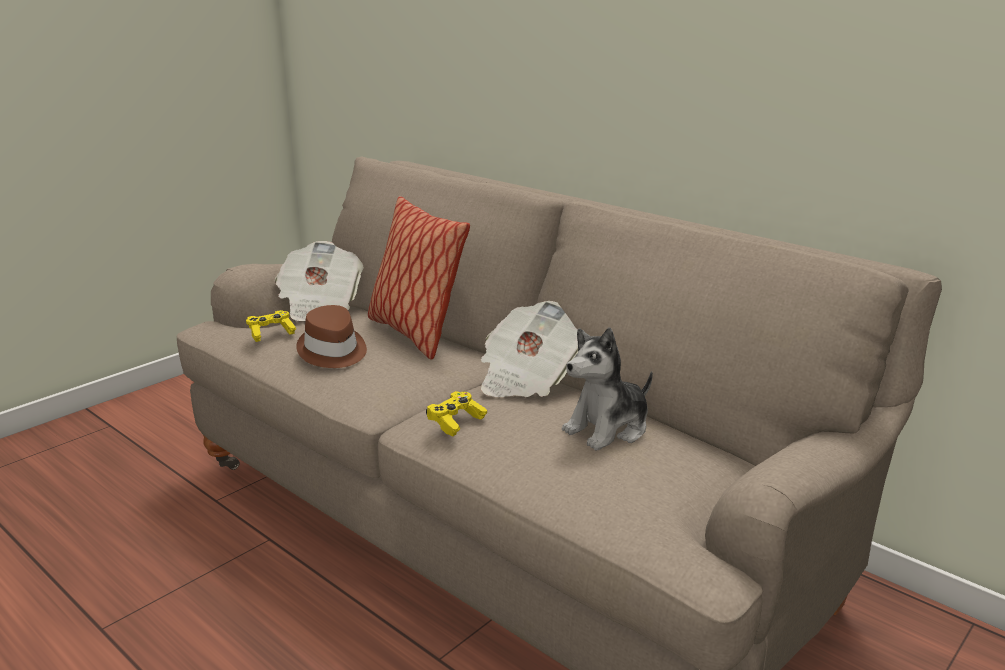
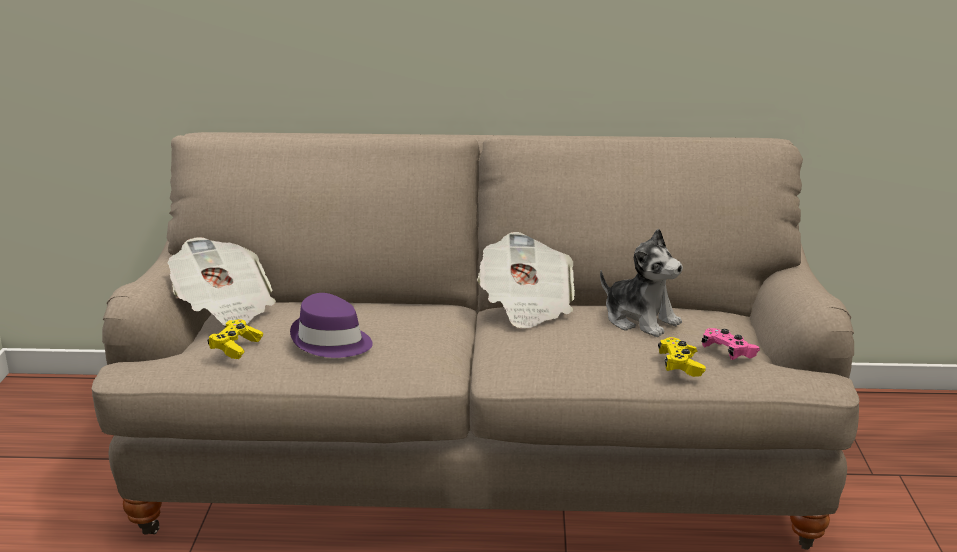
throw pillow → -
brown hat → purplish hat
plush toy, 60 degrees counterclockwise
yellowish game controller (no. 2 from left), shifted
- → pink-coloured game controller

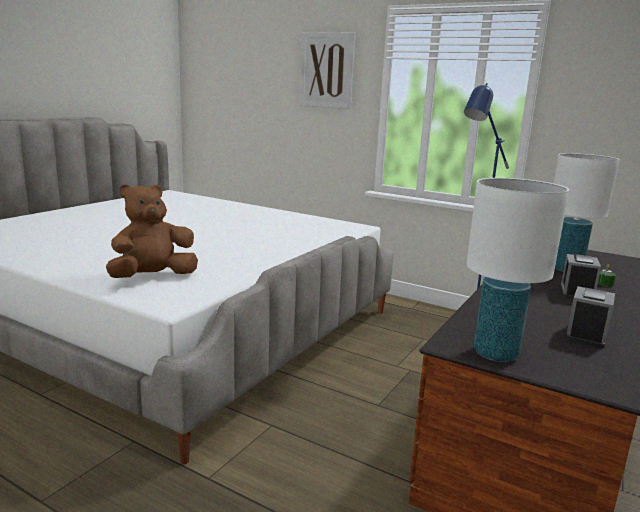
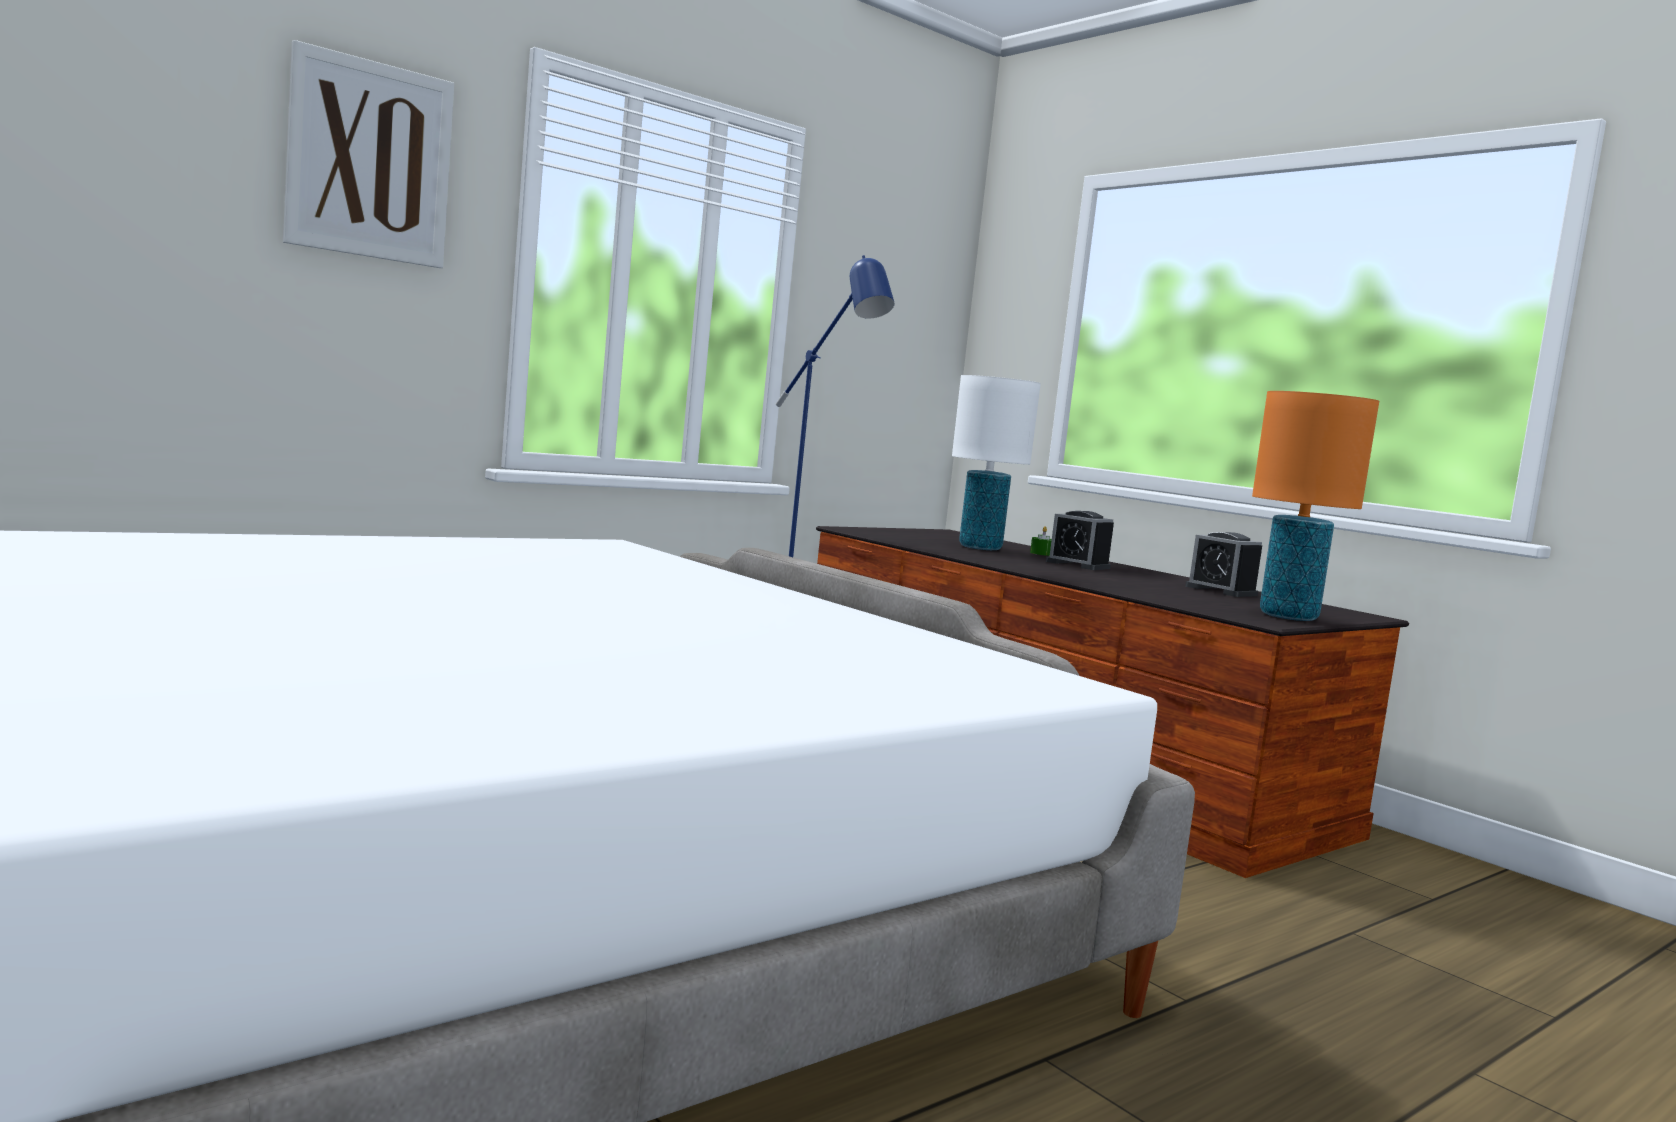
whitish lamp for a table (no. 1 from left) → orange lamp for a table
brown plush toy → -

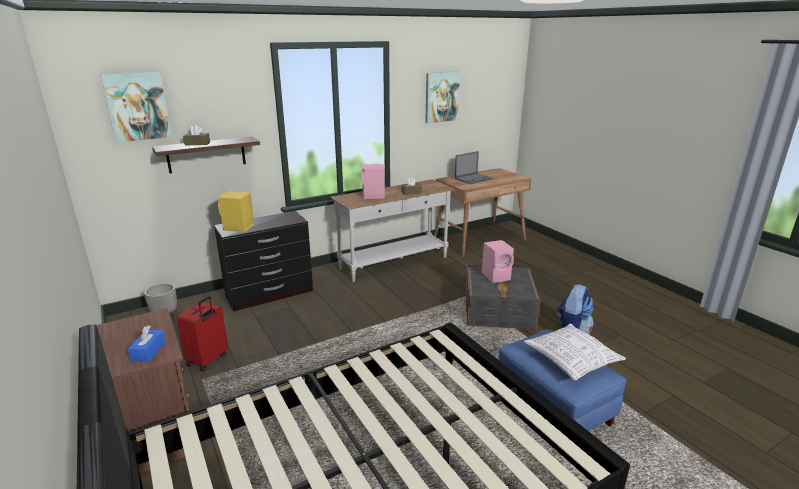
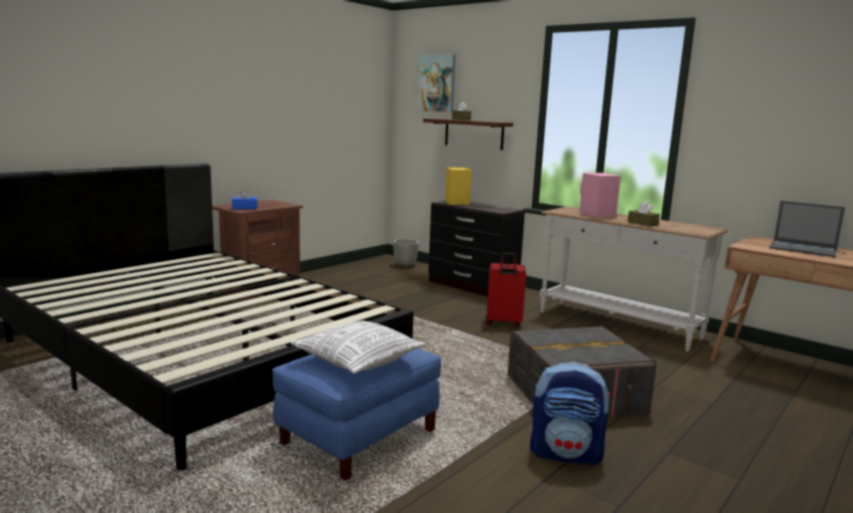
picture (no. 2 from left) → -
pink-coloured loudspeaker (no. 2 from left) → -
reddish travel case, shifted

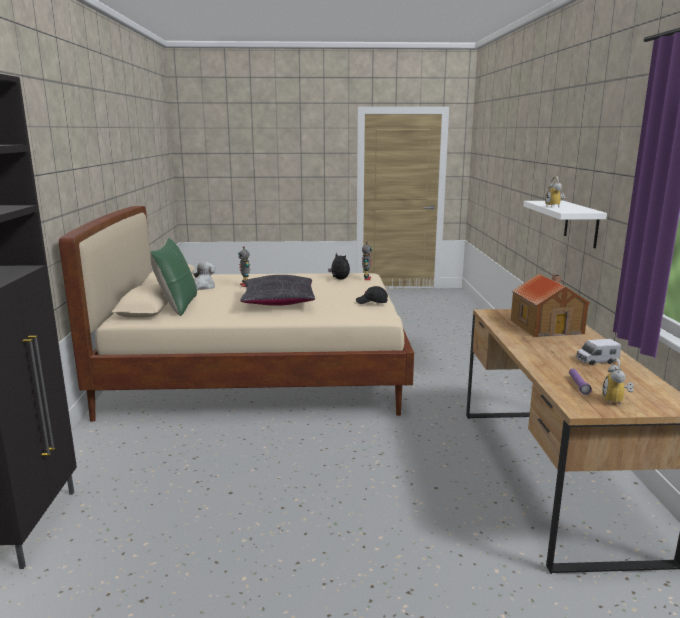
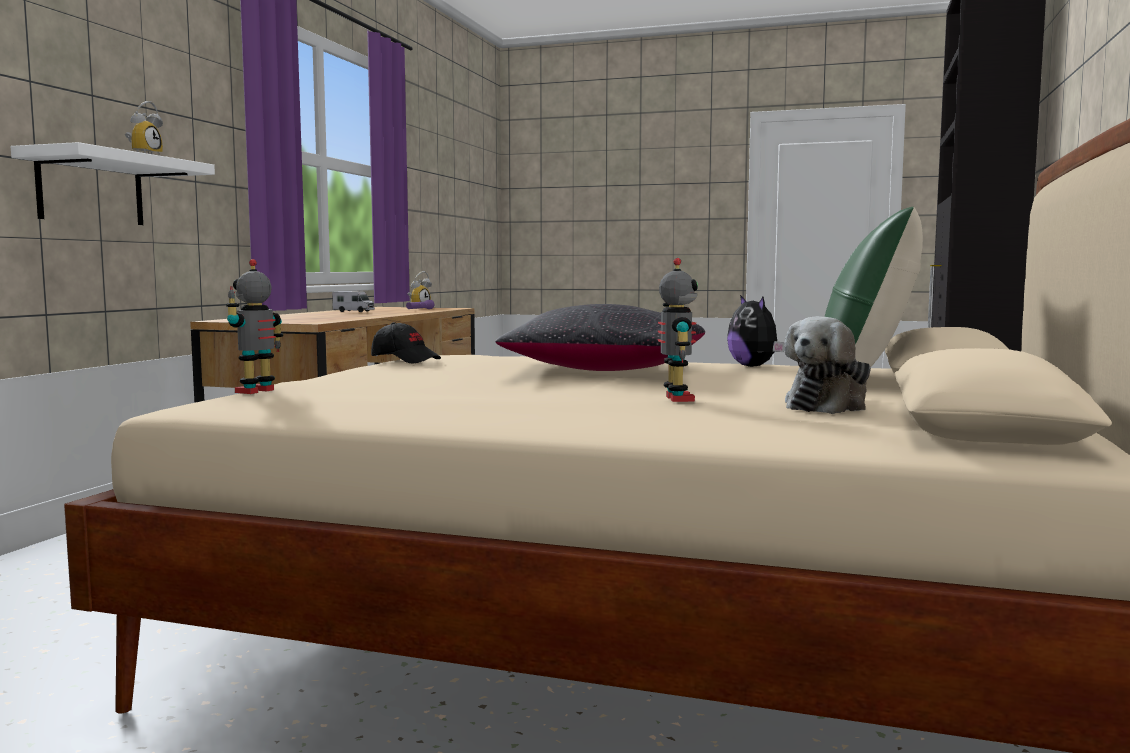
plush toy (no. 2 from left in the first image) → plush toy (no. 1 from left), shifted
toy house → -

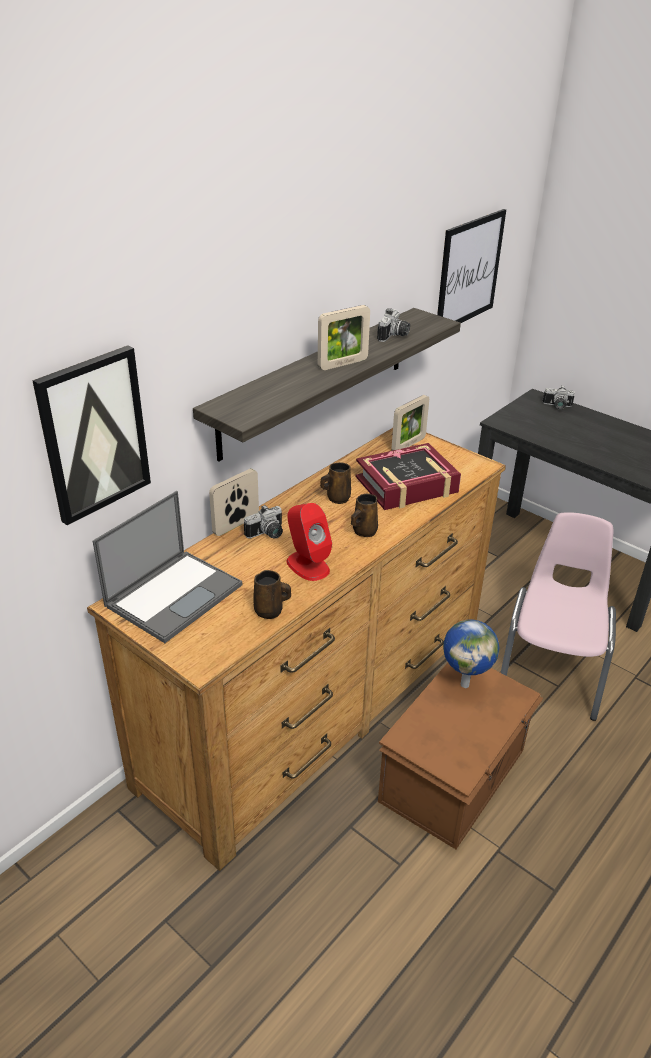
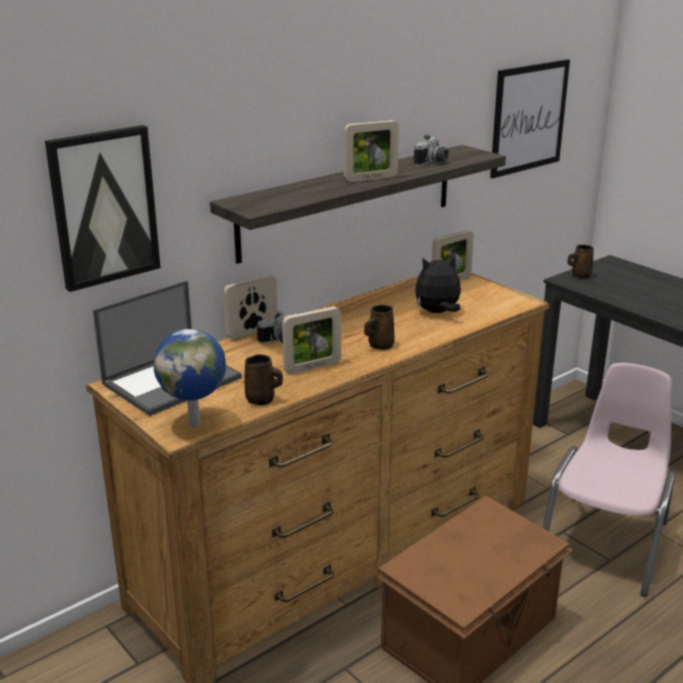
still camera (no. 3 from left) → -
book → plush toy
brown coffee mug (no. 2 from left in the first image) → brown coffee mug (no. 3 from left), shifted
reddish loudspeaker → photo frame (no. 2 from left)
desk globe, shifted

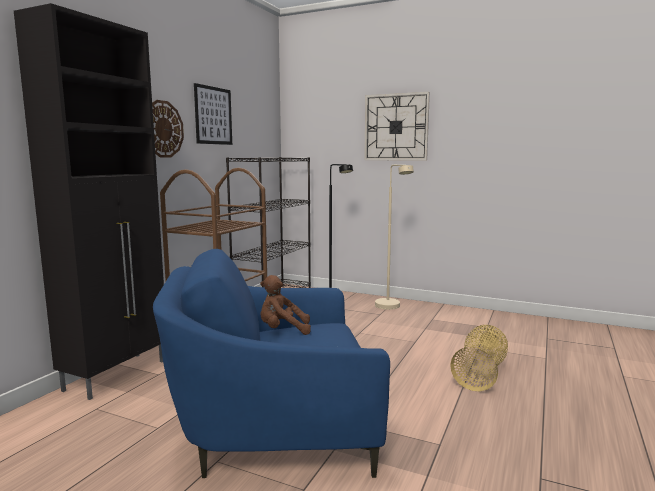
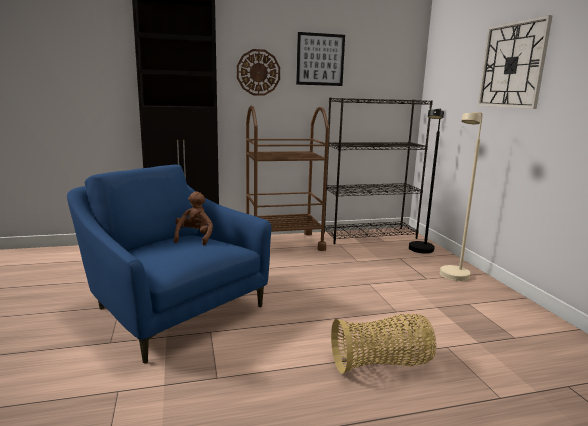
brown plush toy, 45 degrees clockwise

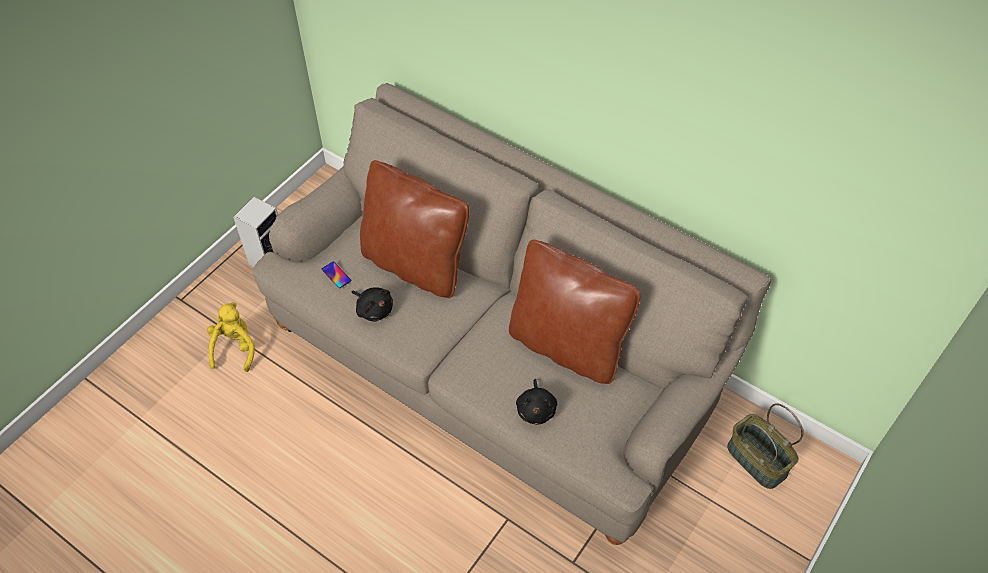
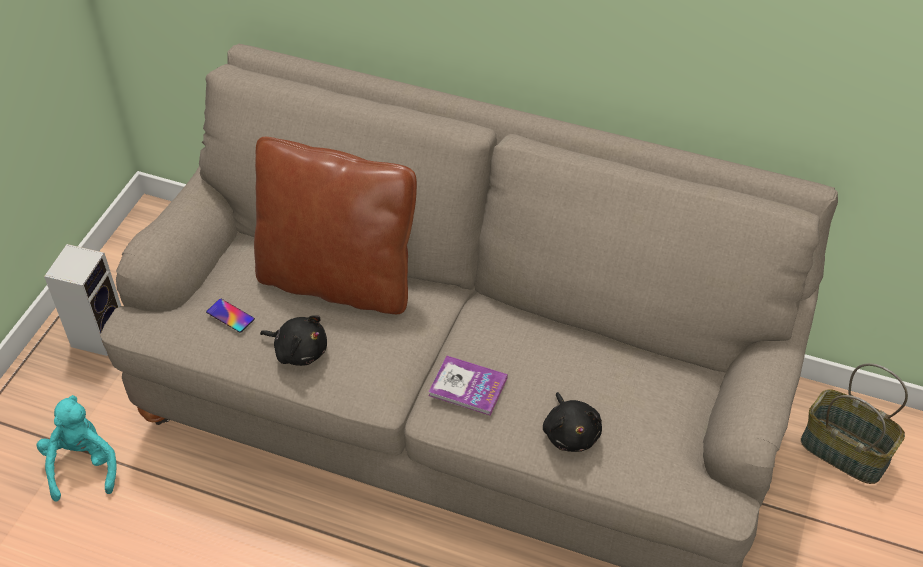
brown throw pillow (no. 2 from left) → -
yellowish plush toy → blue-green plush toy
- → book

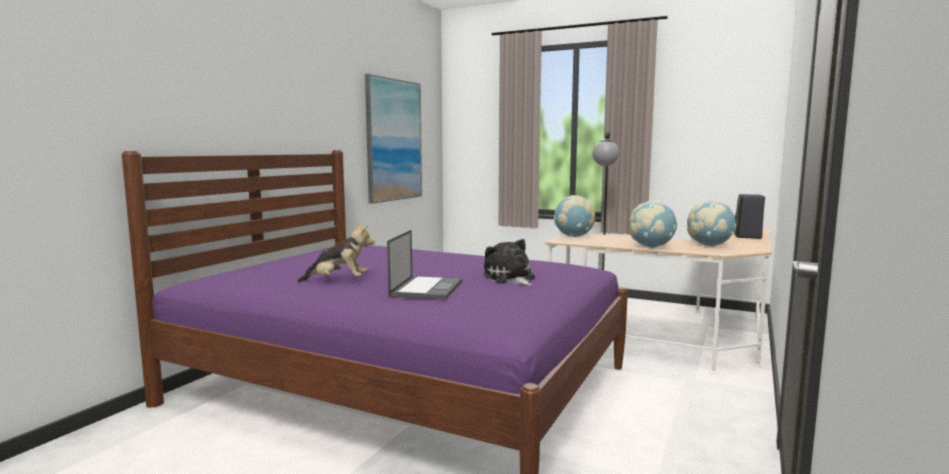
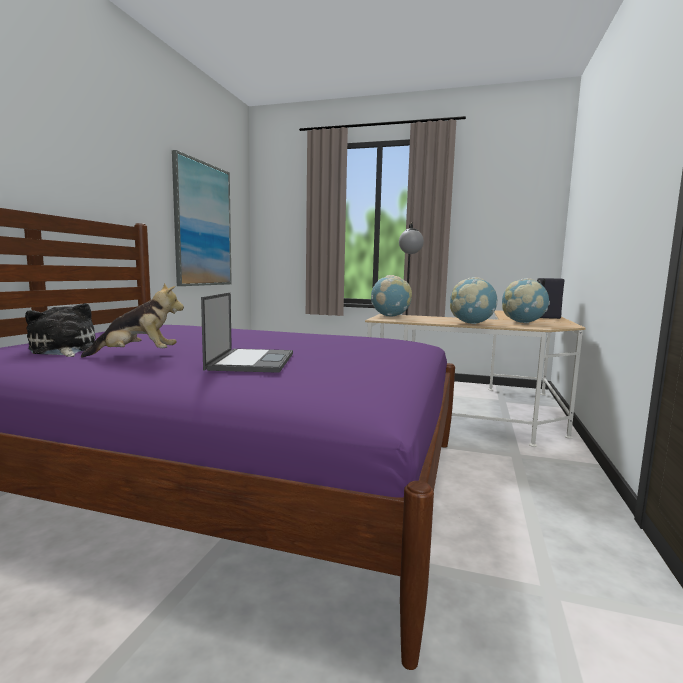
plush toy (no. 2 from left in the first image) → plush toy (no. 1 from left), shifted

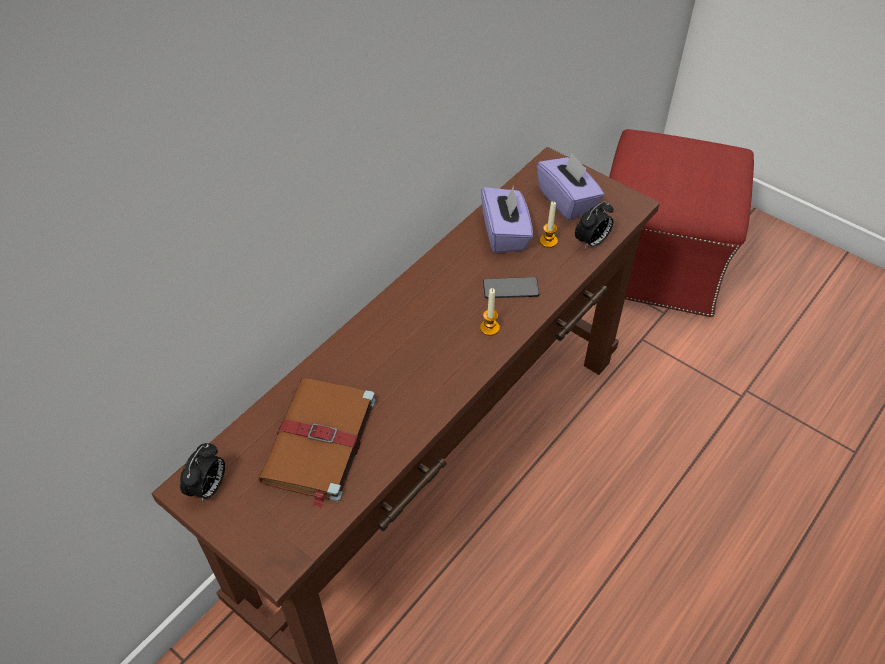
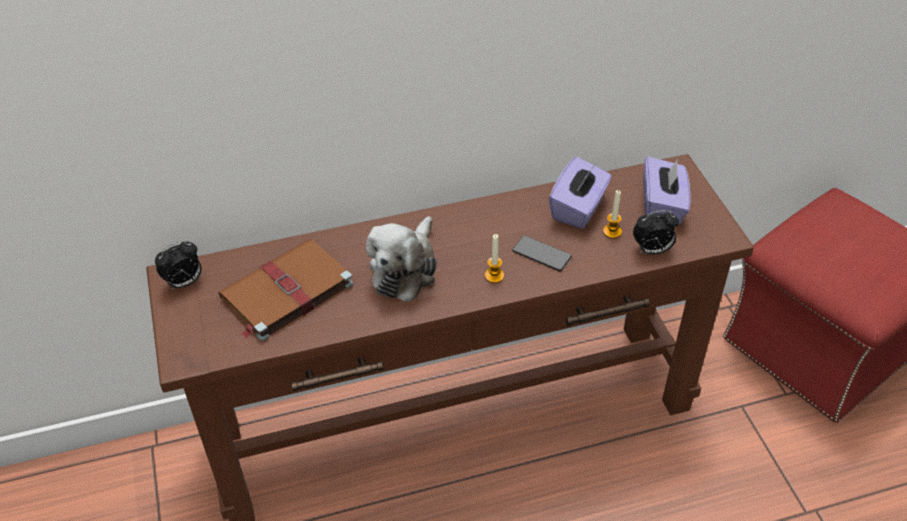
- → plush toy

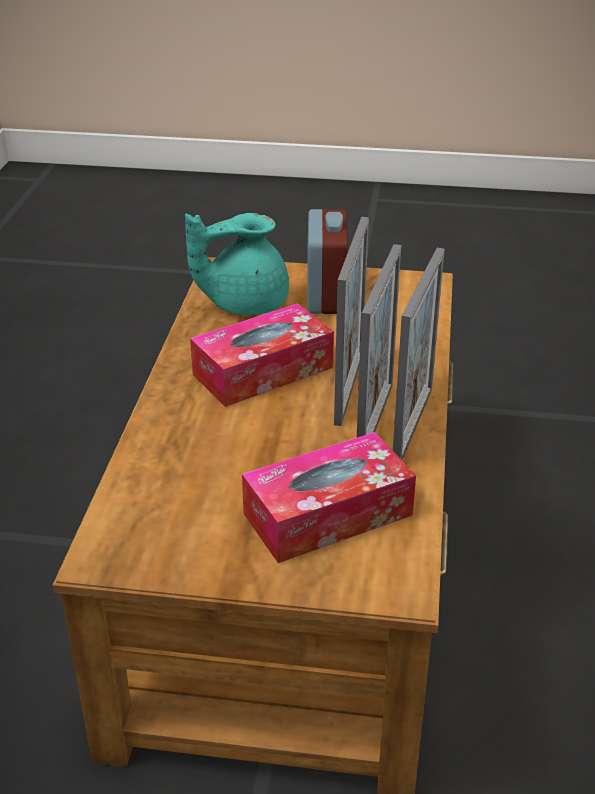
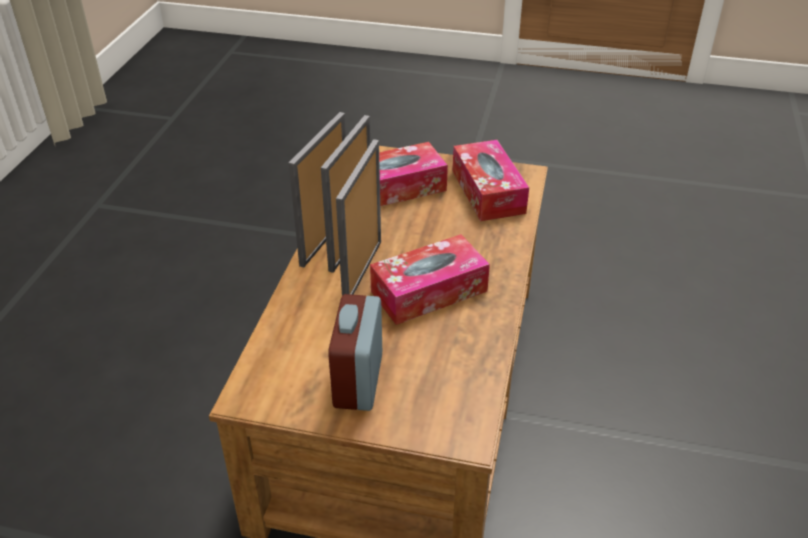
blue-green teapot → -
- → box of tissues (no. 3 from left)

